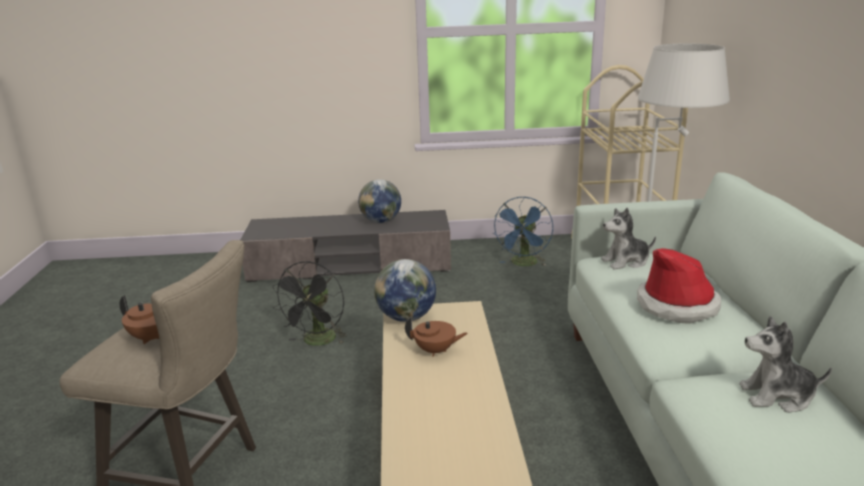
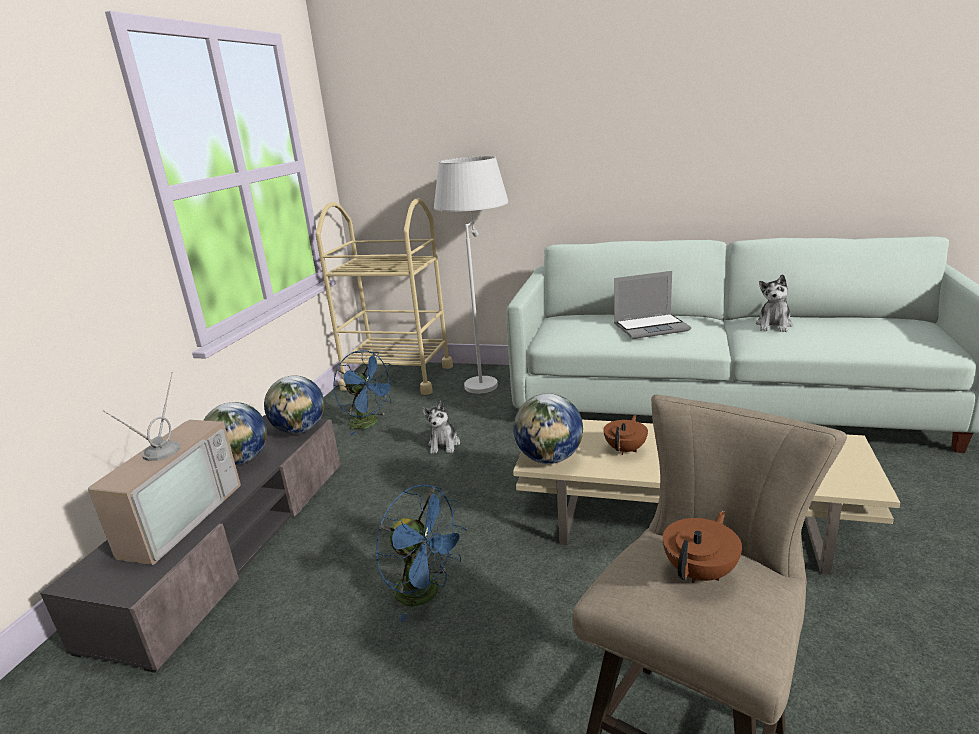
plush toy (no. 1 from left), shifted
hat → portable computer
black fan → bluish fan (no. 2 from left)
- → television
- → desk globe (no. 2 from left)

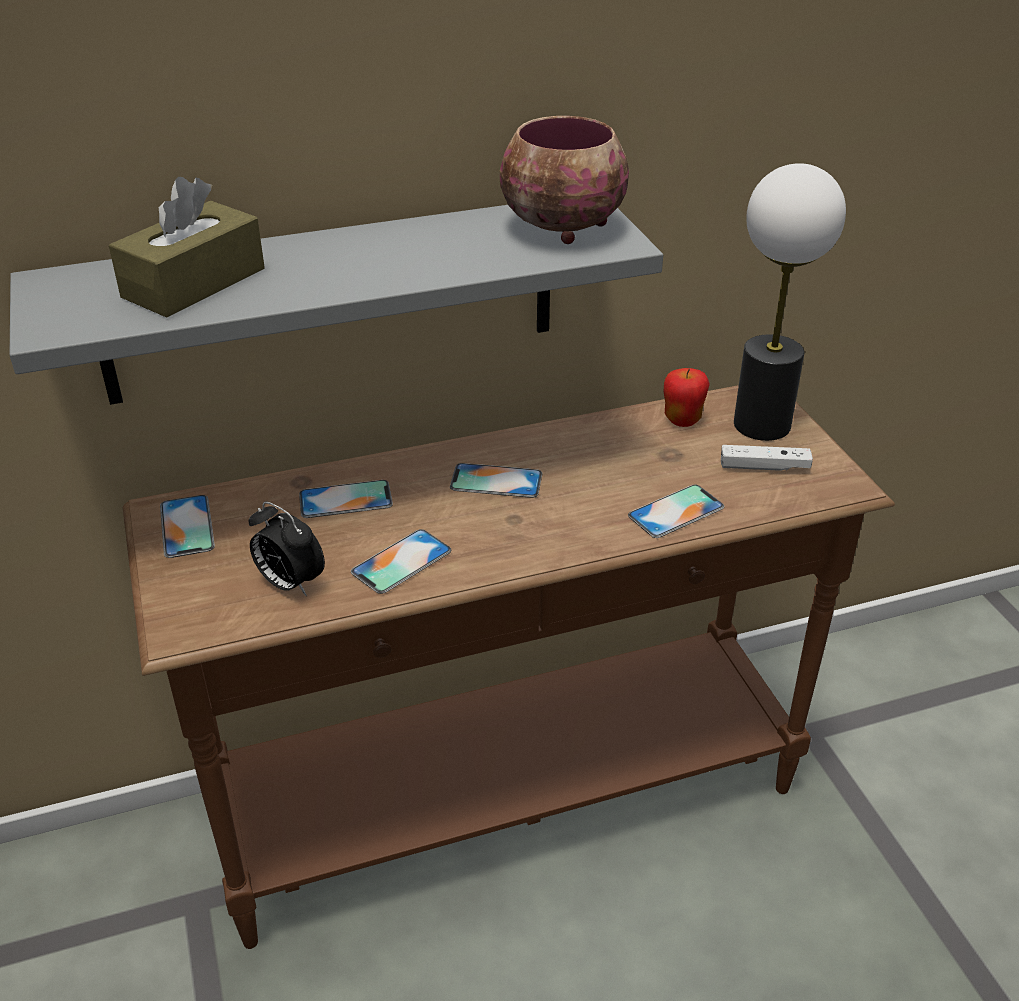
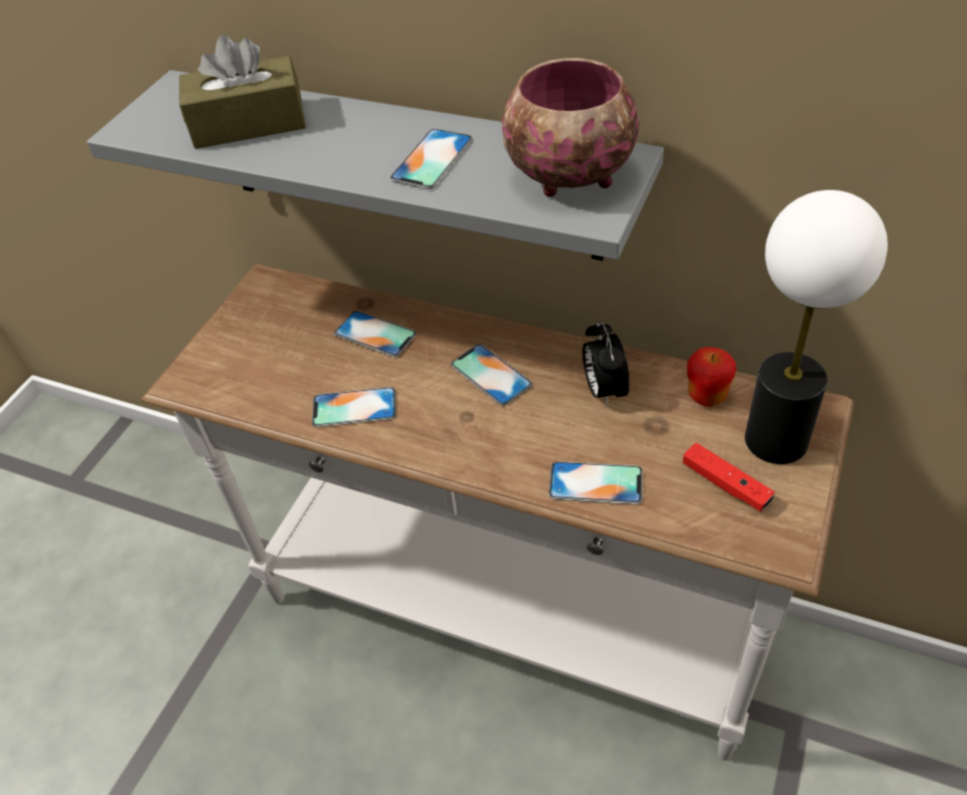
brown narrow table → whitish narrow table
whitish game controller → reddish game controller
handset (no. 1 from left in the first image) → handset (no. 3 from left), shifted
bedside clock, shifted

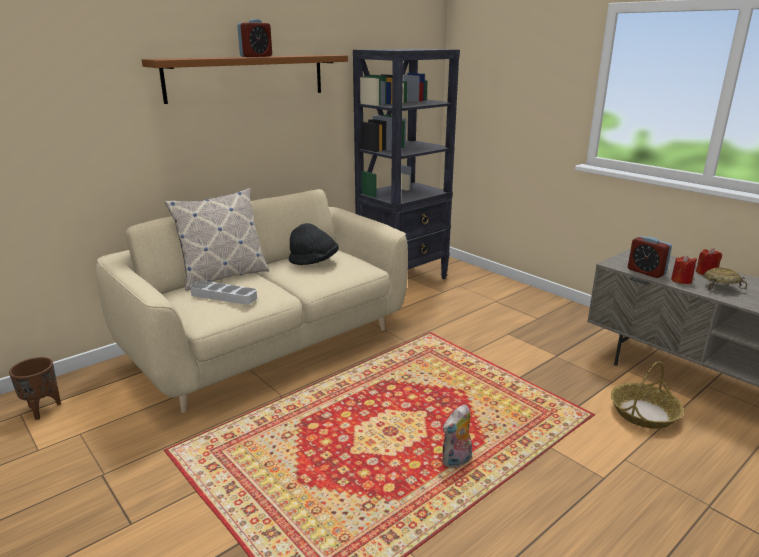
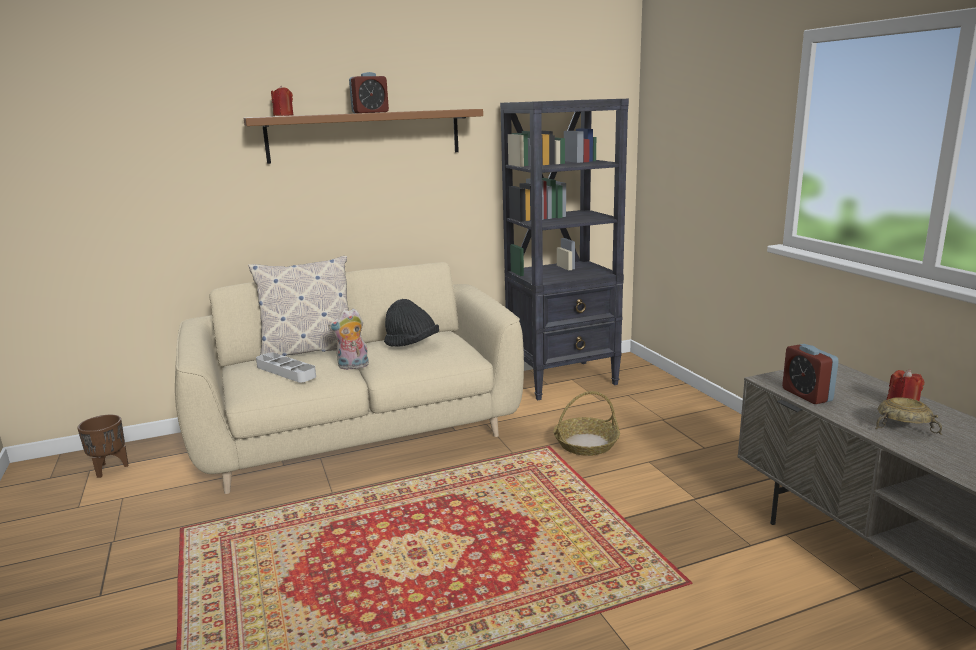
reddish candle (no. 1 from left), shifted
basket, shifted
plush toy, shifted

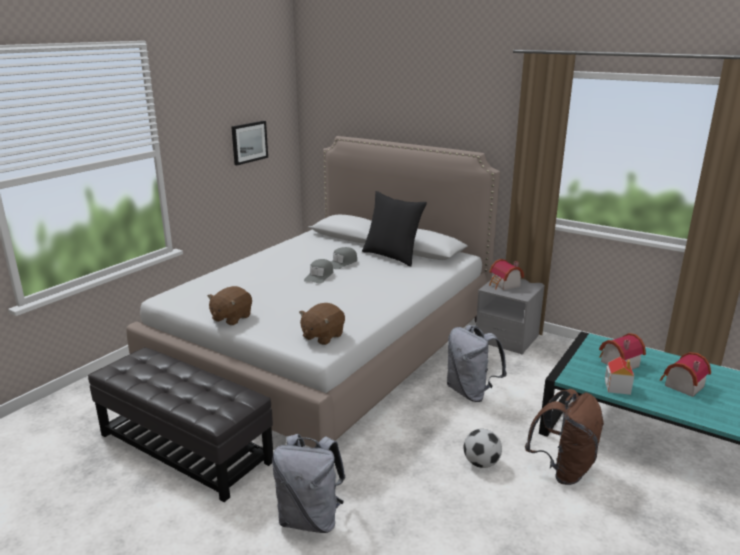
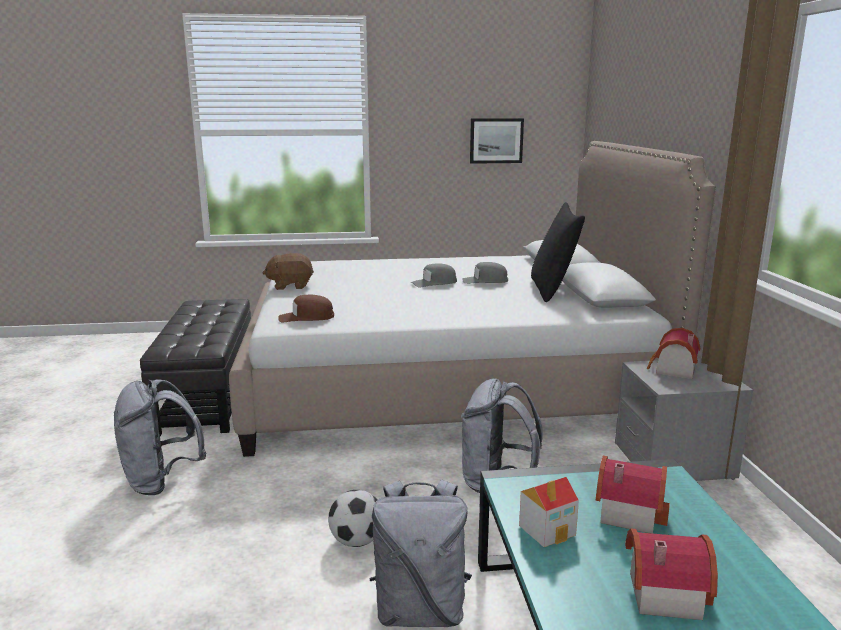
brown plush toy (no. 2 from left) → brown peaked cap
brown rucksack → greyish rucksack (no. 2 from left)

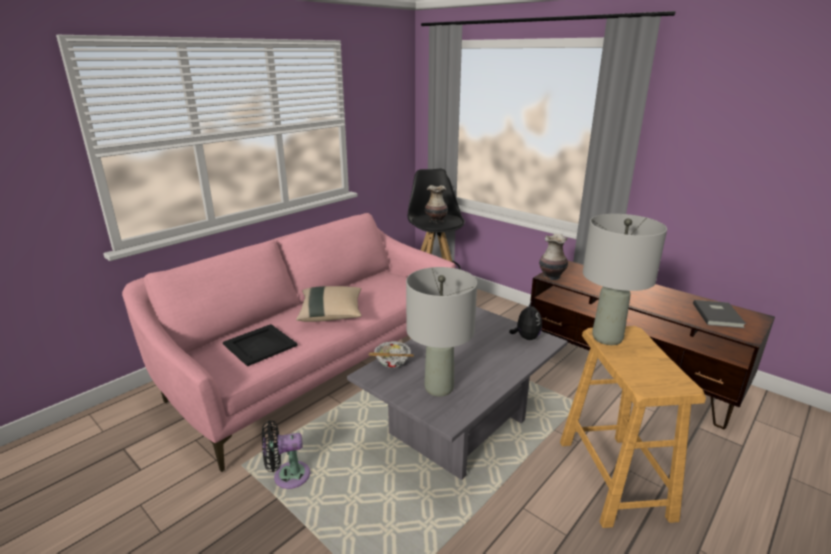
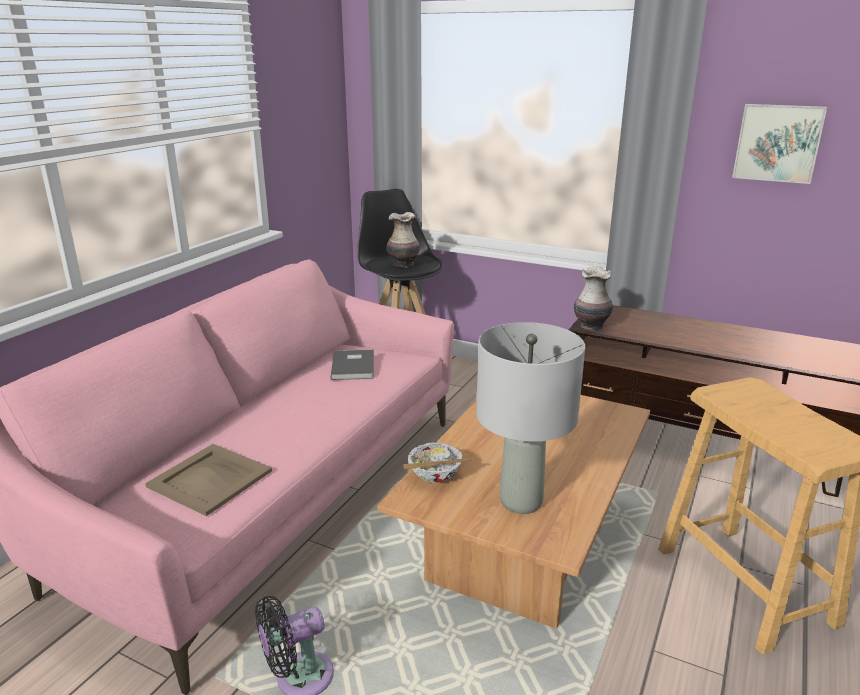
greyish lamp for a table (no. 2 from left) → -
beige throw pillow → -
plush toy → -
greyish book, shifted
greyish low table → brown low table
black carrying tray → beige carrying tray
- → picture

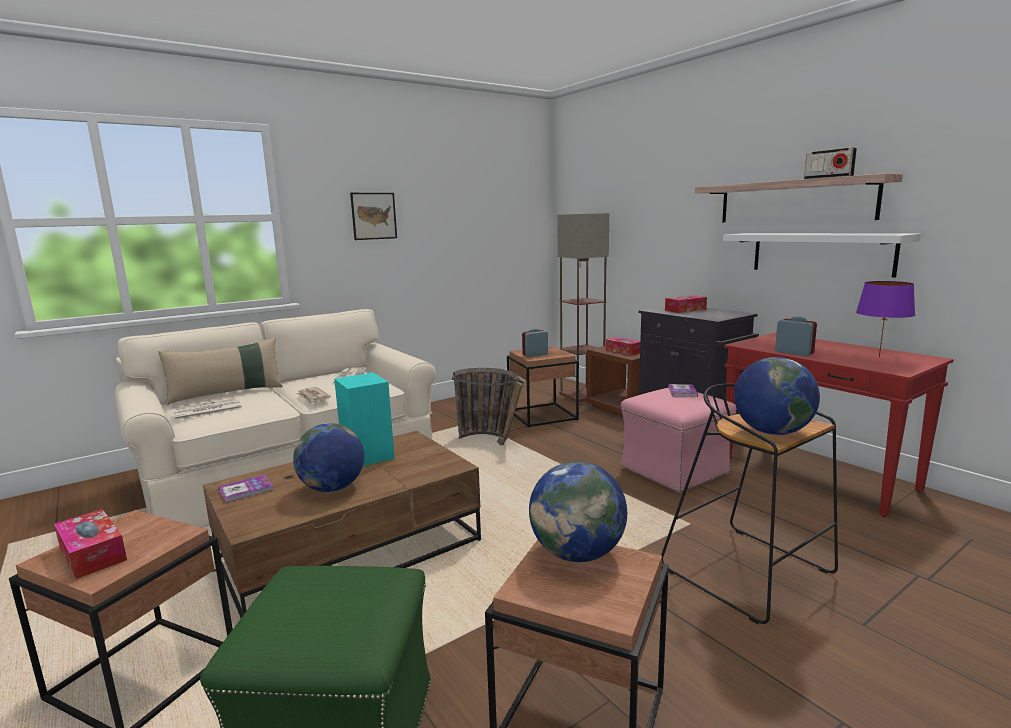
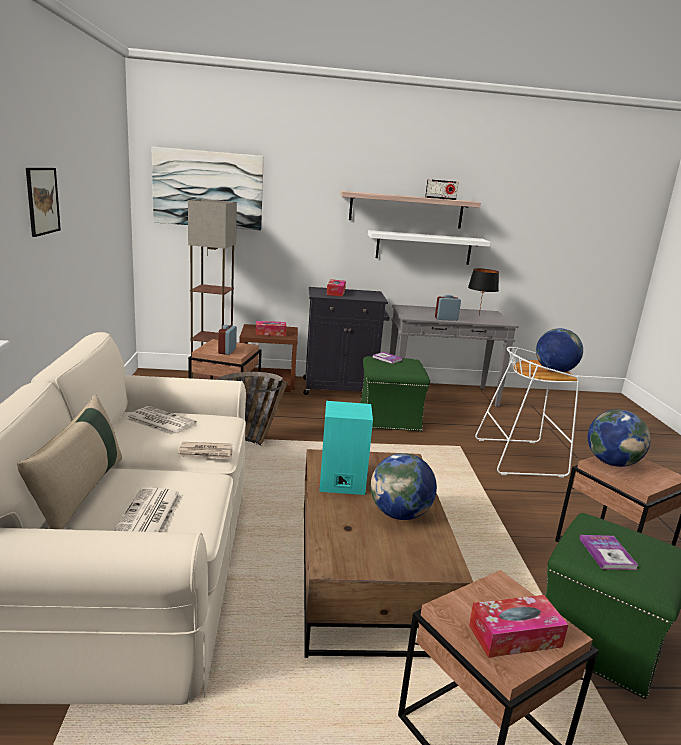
purplish lamp for a table → black lamp for a table
reddish narrow table → greyish narrow table
black stool → whitish stool
pink-coloured footrest → greenish footrest (no. 1 from left)
book (no. 1 from left in the first image) → book (no. 2 from left), shifted
- → picture (no. 2 from left)

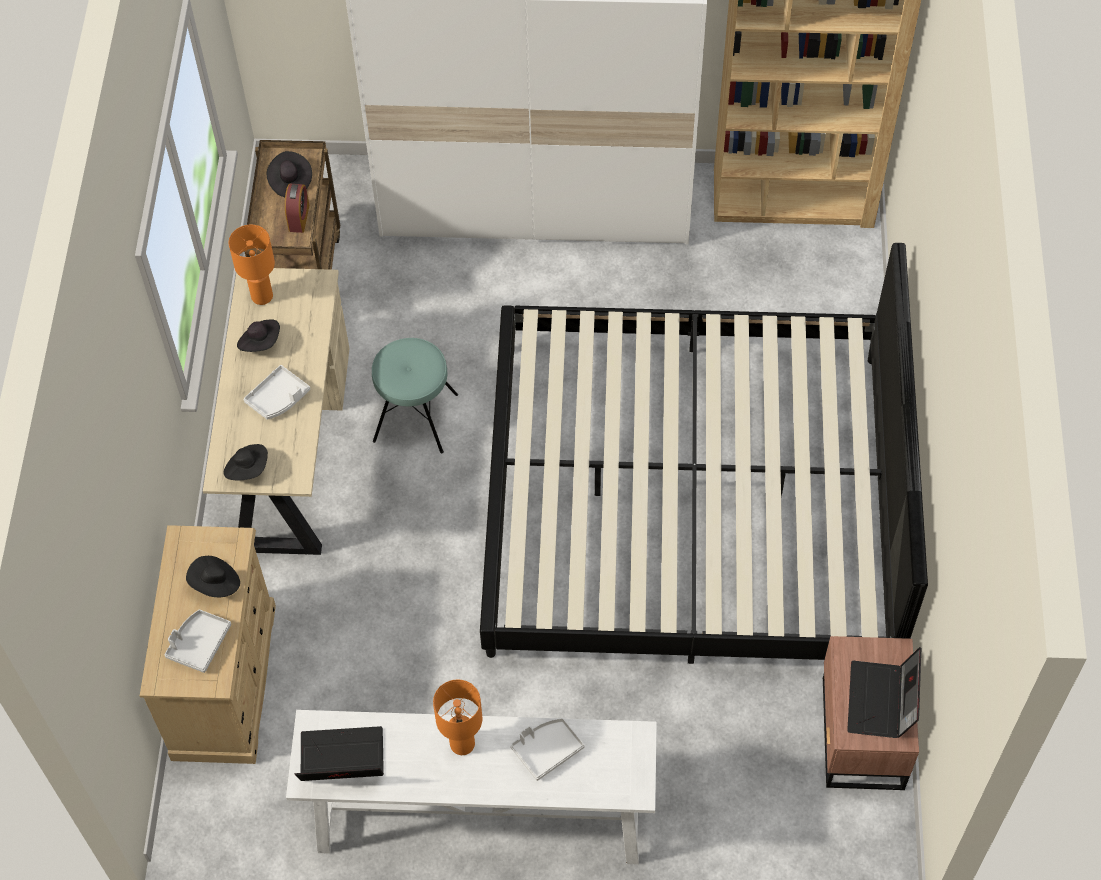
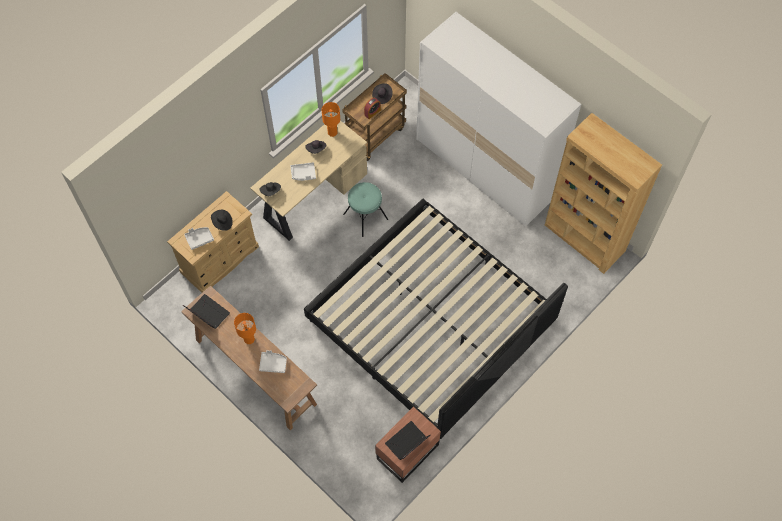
whitish narrow table → brown narrow table

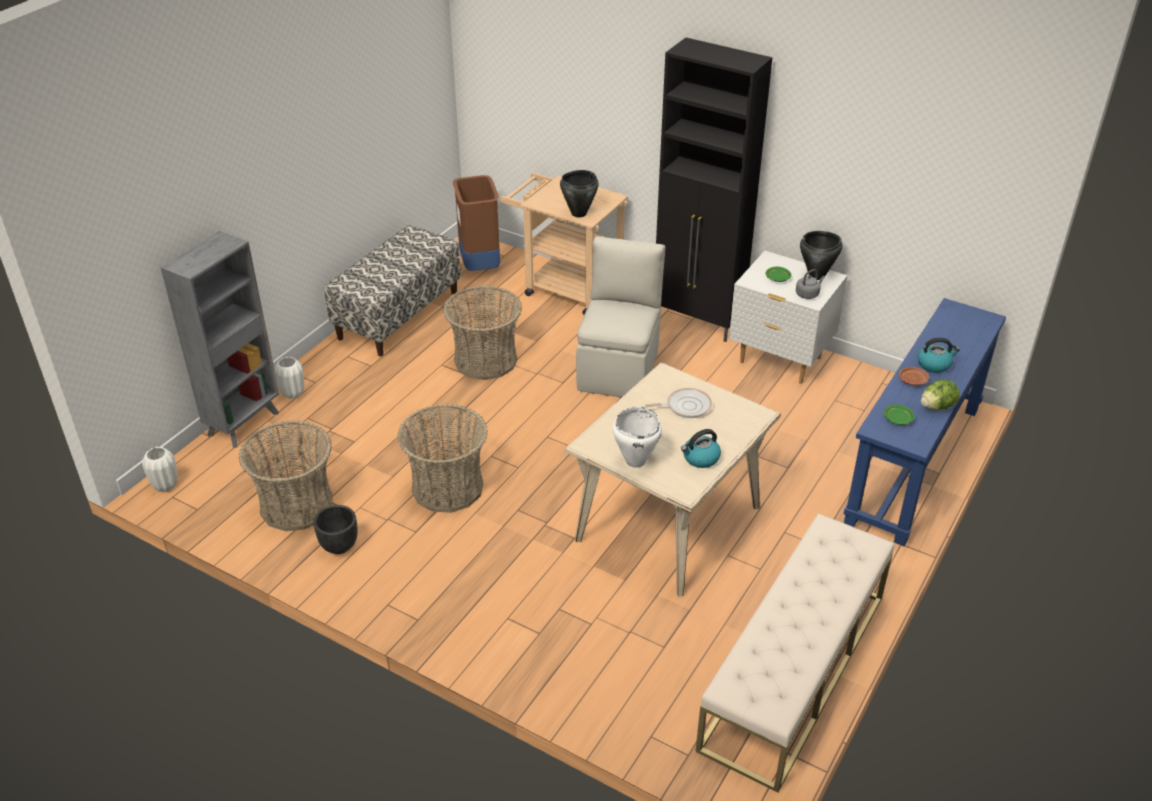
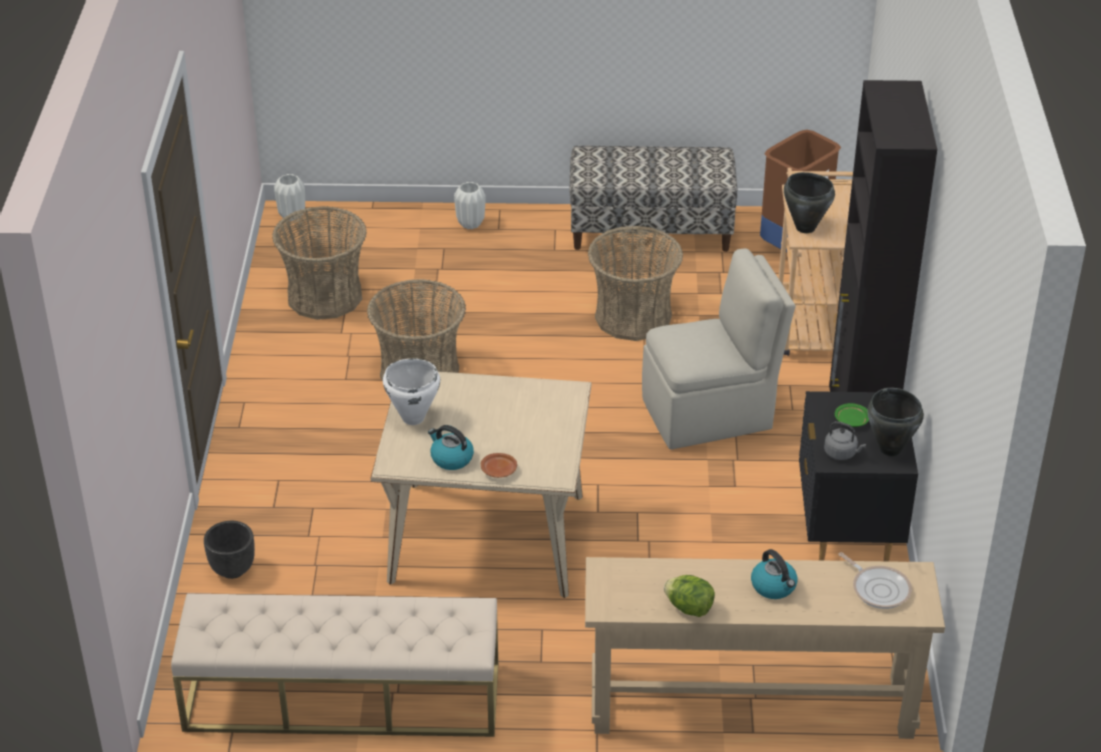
greyish shelving unit → -
whitish bedside table → black bedside table
bluish narrow table → beige narrow table
brown dinner plate, shifted
frying pan, shifted
greenish dinner plate (no. 2 from left) → -
black flower pot, shifted

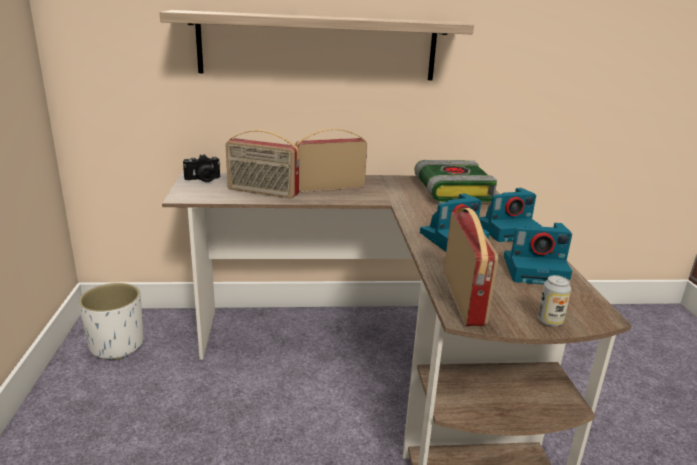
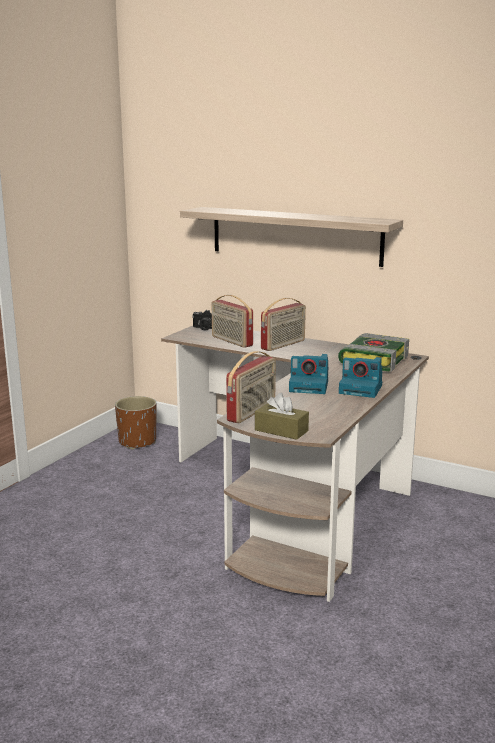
radio set (no. 2 from left in the first image) → radio set (no. 3 from left), 120 degrees clockwise
still camera (no. 4 from left) → -
can → brown box of tissues
whitish flower pot → brown flower pot

